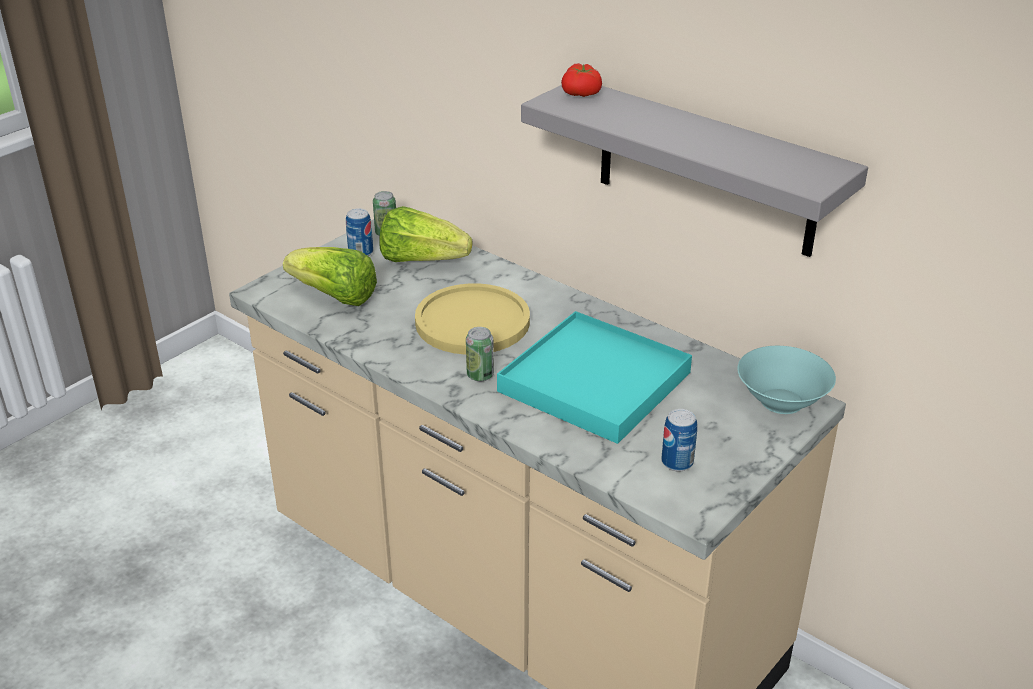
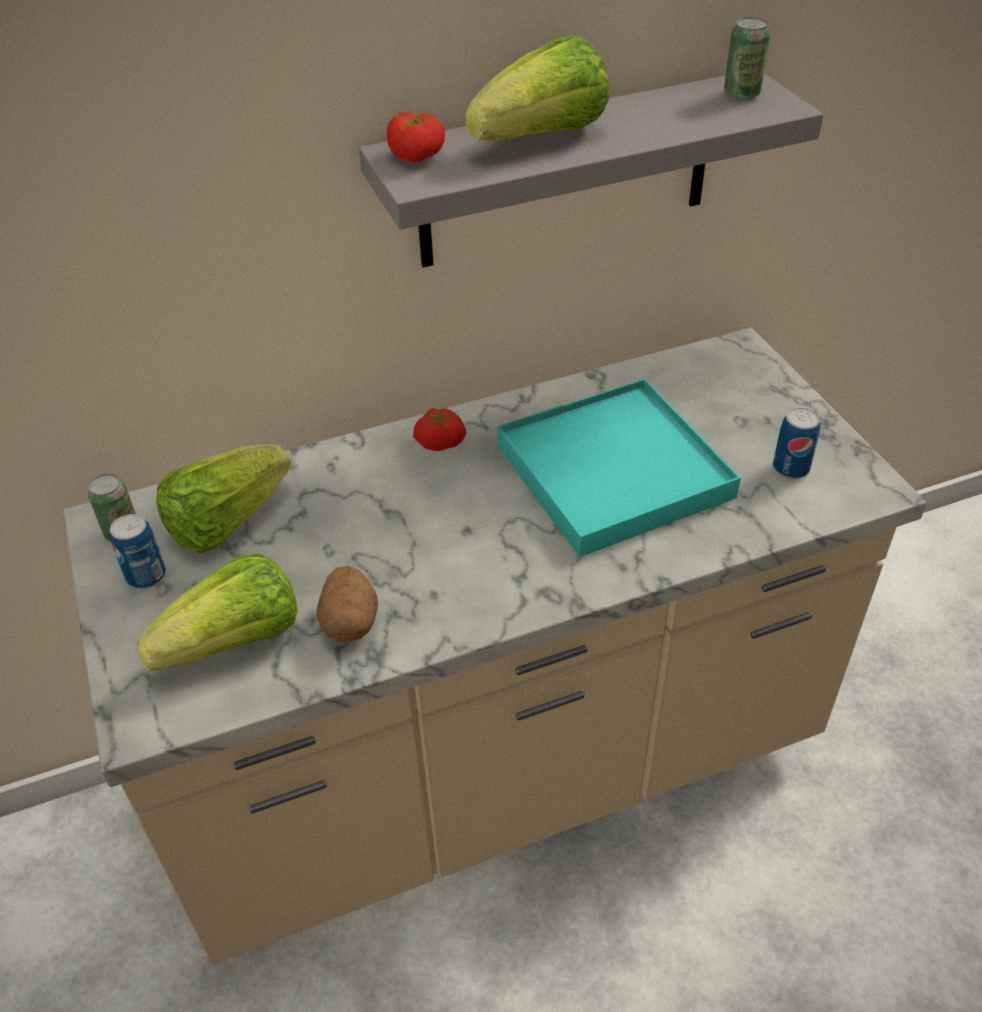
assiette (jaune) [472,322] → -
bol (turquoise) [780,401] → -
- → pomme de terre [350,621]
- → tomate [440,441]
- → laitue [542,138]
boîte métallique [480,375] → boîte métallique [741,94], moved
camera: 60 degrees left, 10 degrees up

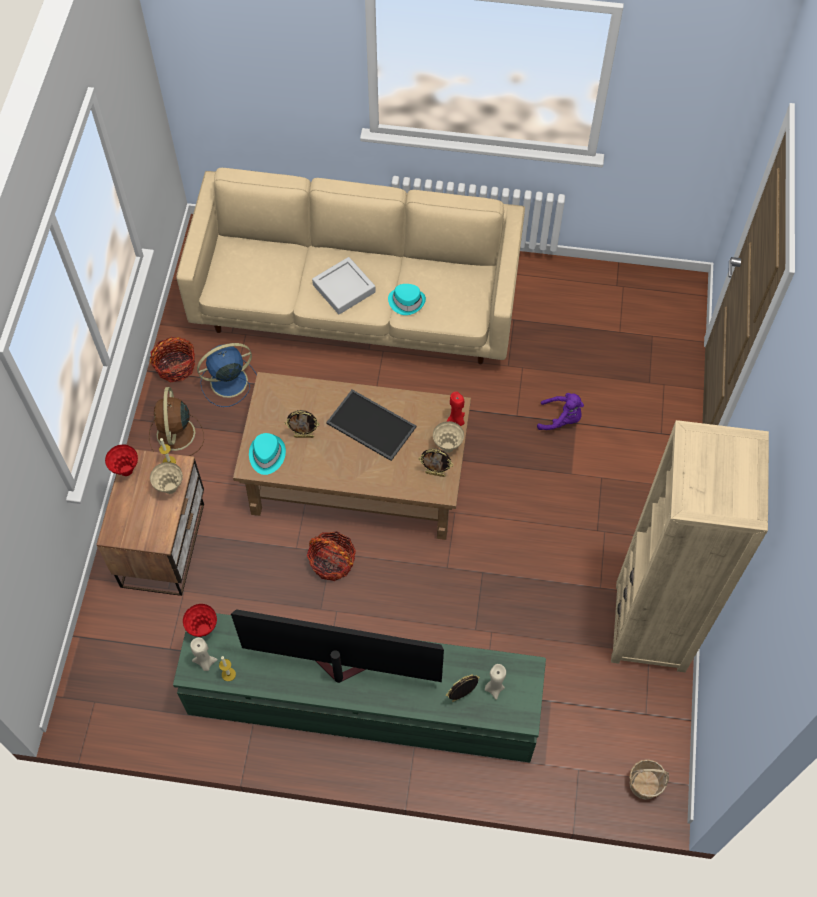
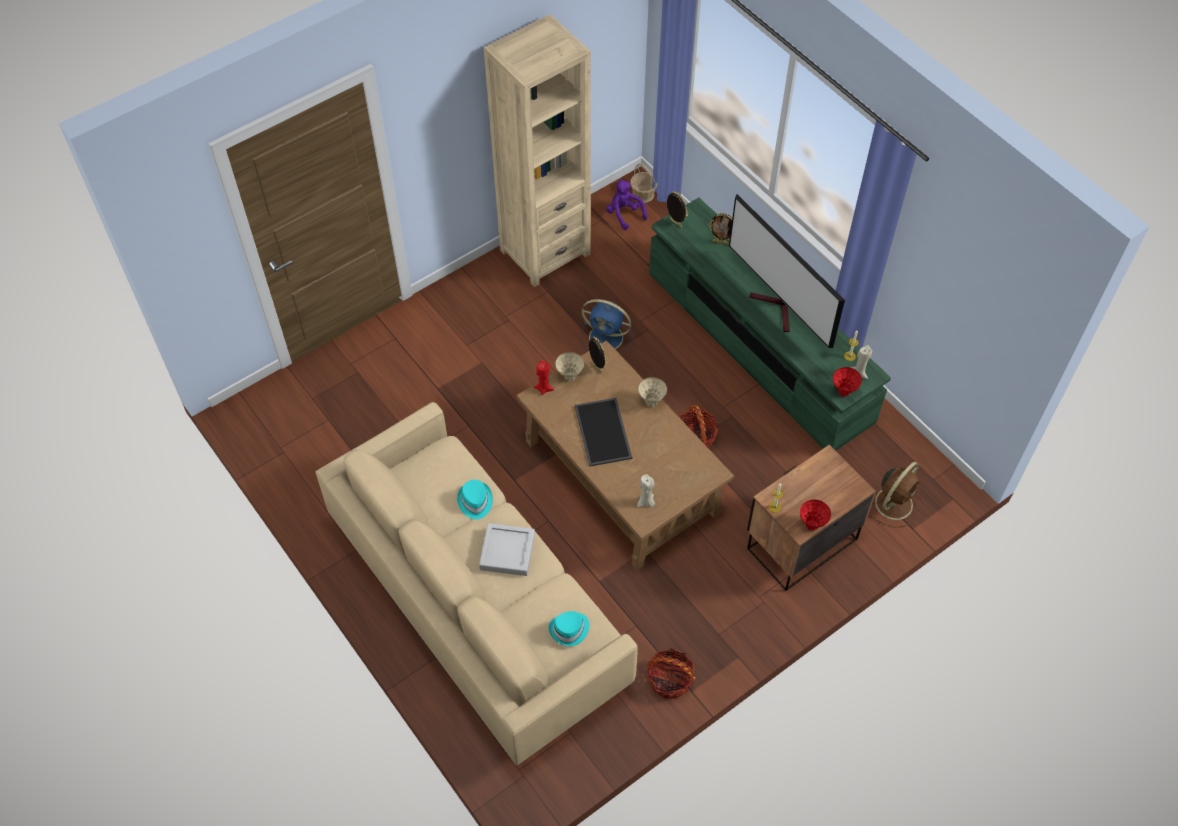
ventilateur (marron) [176,435] → ventilateur (marron) [894,502], moved
vase (beige) [170,488] → vase (beige) [651,402], moved
ventilateur (bleu) [227,382] → ventilateur (bleu) [607,338], moved
chapeau (turquoise) [266,455] → chapeau (turquoise) [569,629], moved
cadre photo [304,436] → cadre photo [675,223], moved
bougie (beige) [494,688] → bougie (beige) [646,502], moved
peluche (violet) [561,419] → peluche (violet) [624,214], moved
camera: 135 degrees left, 5 degrees down

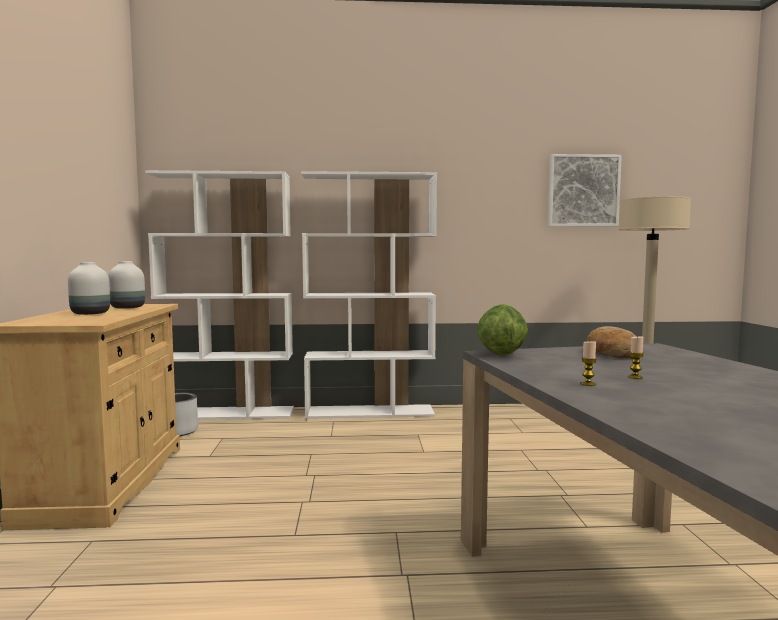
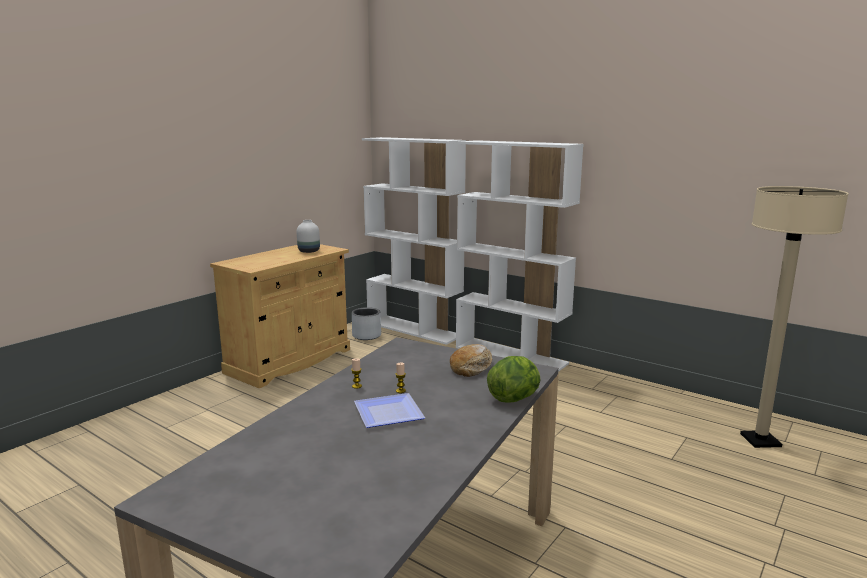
vase (blanc) [91,313] → -
tableau [583,191] → -
- → assiette [386,412]
laitue [501,354] → laitue [515,398], moved
camera: 40 degrees right, 10 degrees up

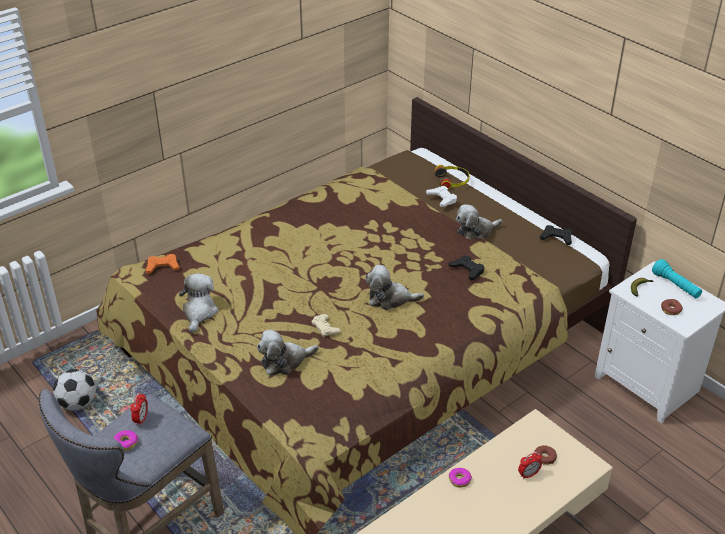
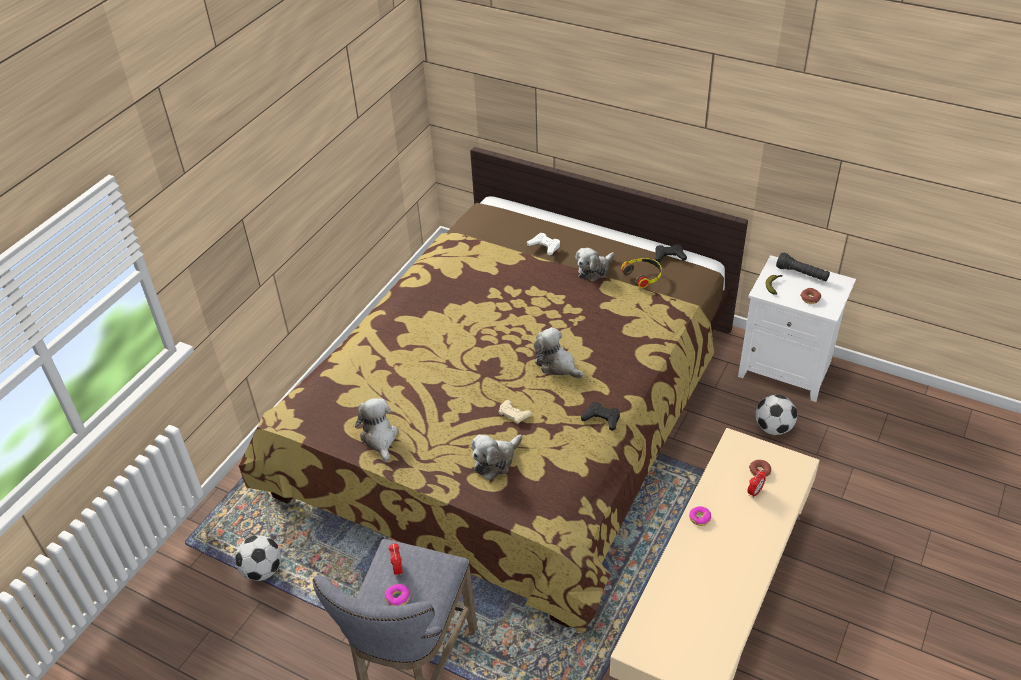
manette (orange) [162,267] → -
- → ballon de foot [773,428]
casque audio [452,181] → casque audio [643,275], moved
manette (noir) [467,270] → manette (noir) [601,418], moved
lampe de poche (turquoise) [676,286] → lampe de poche (noir) [802,274]
peluche [390,299] → peluche [557,365], 60 degrees clockwise
camera: 20 degrees left, 5 degrees up

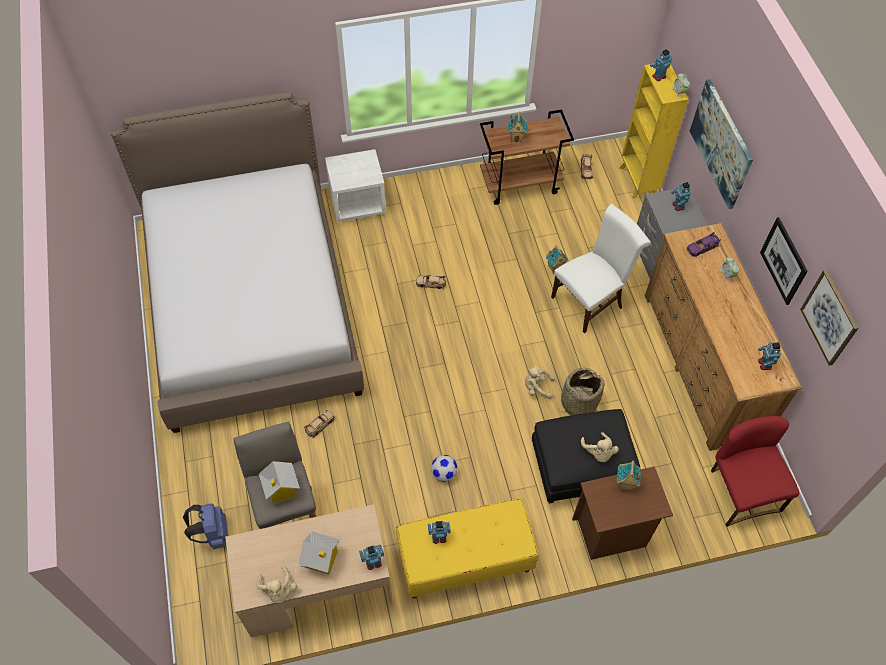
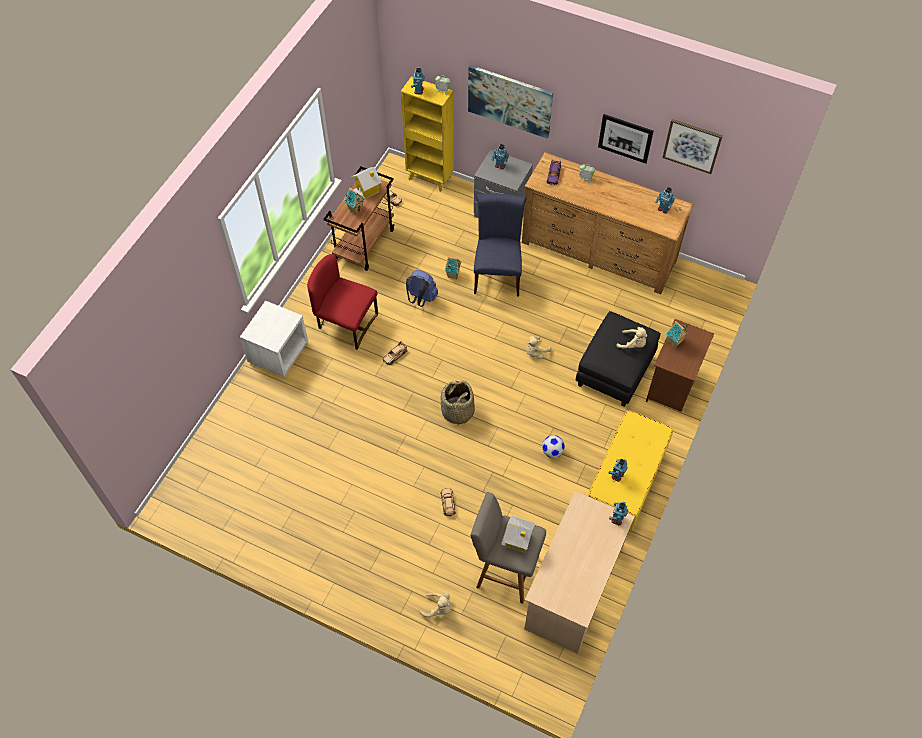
lit [251,304] → -
sac à dos (bleu) [213,534] → sac à dos (bleu) [421,299], moved
peluche (beige) [278,590] → peluche (beige) [438,608], moved
maison miniature [320,559] → maison miniature [367,191], moved
panier [578,402] → panier [457,411], moved
chaise (rouge) [741,491] → chaise (rouge) [346,323], moved
chaise (blanc) [590,300] → chaise (bleu) [497,274]
camera: 50 degrees left, 0 degrees up

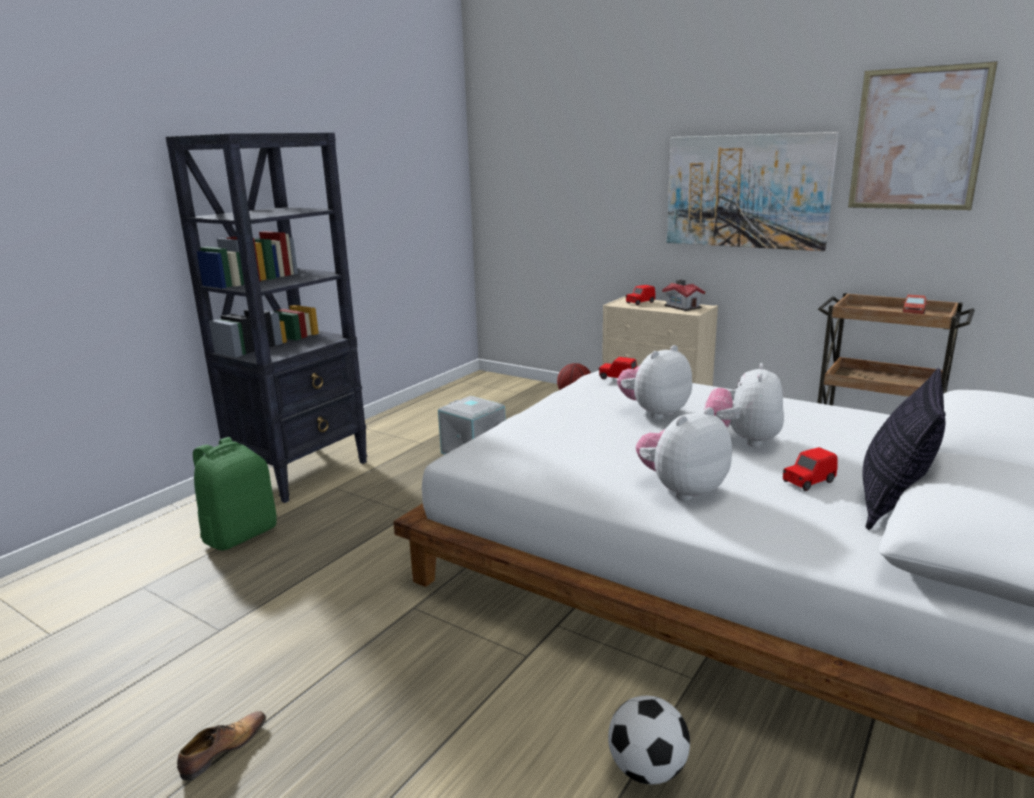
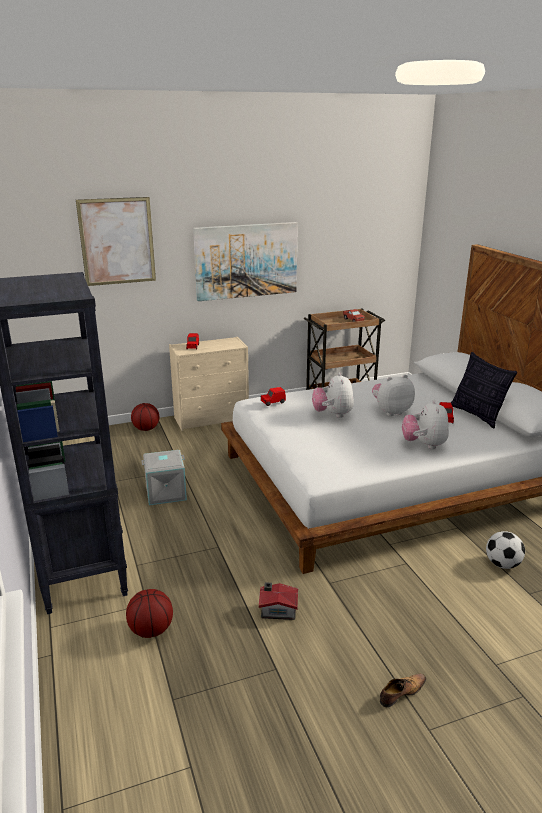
maison miniature [682,306] → maison miniature [277,610], moved
tableau [917,139] → tableau [117,241], moved
sac à dos (vert) [240,535] → ballon de basket [151,630]
chaussure [222,751] → chaussure [401,693], 75 degrees clockwise
peluche [743,440] → peluche [391,412], 105 degrees clockwise
camera: 55 degrees left, 5 degrees up

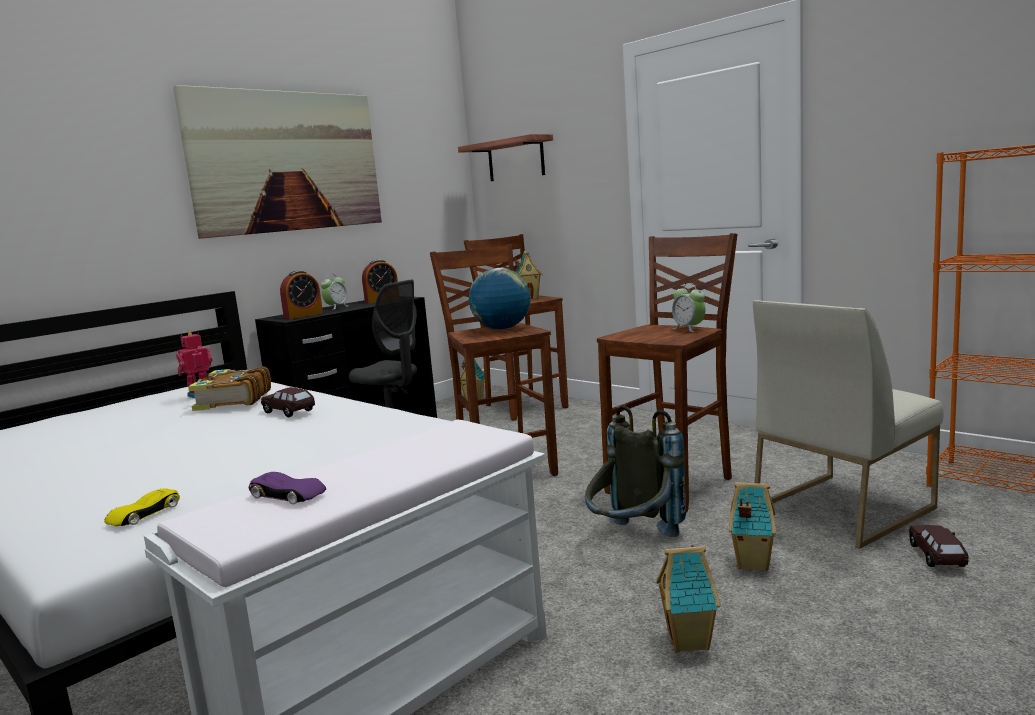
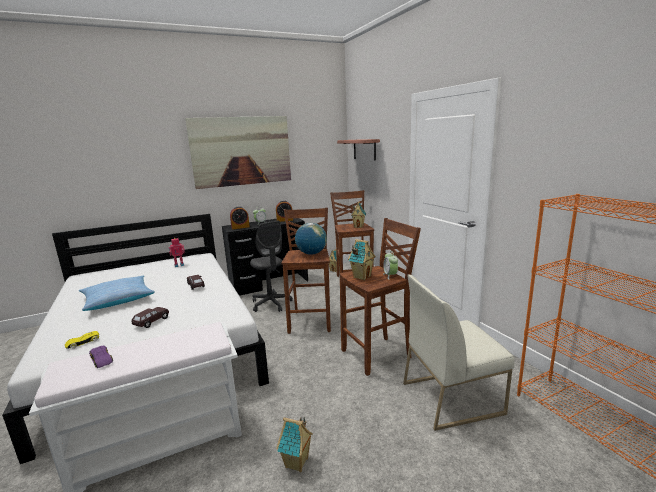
livre [232,400] → -
sac à dos (gris) [633,540] → -
- → coussin [118,299]
maison miniature [751,563] → maison miniature [361,276], moved
petite voiture (marron) [937,556] → petite voiture (marron) [151,322], moved
camera: 20 degrees right, 5 degrees up

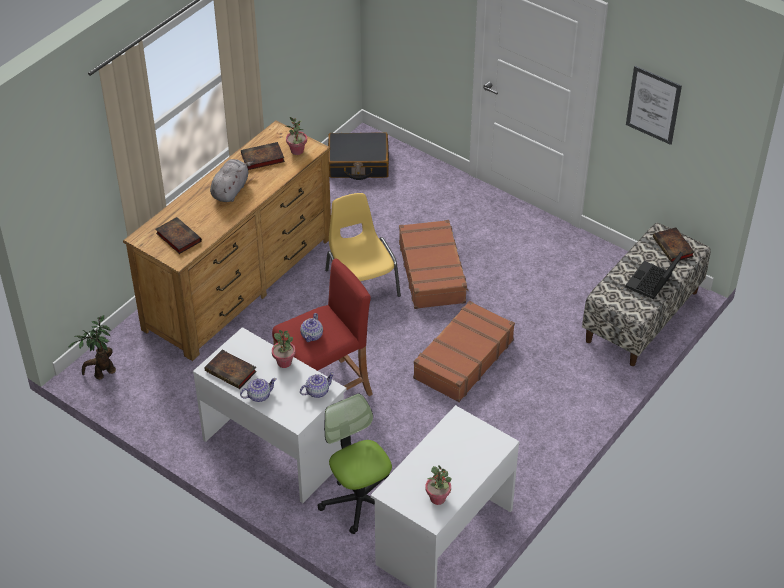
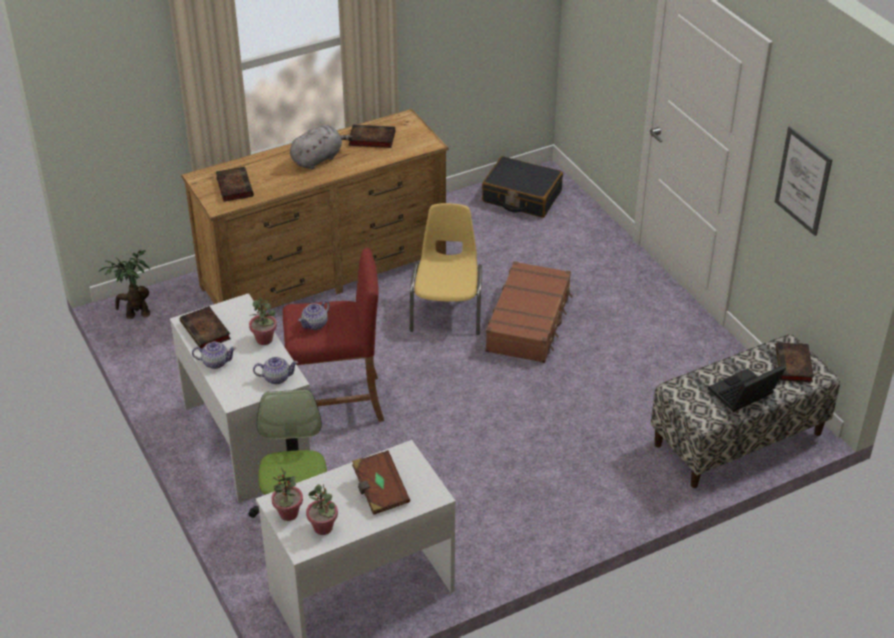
valise (marron) [462,359] → -
- → livre (marron) [379,491]
plante en pot [297,151] → plante en pot [288,514], moved
camera: 25 degrees right, 5 degrees down

